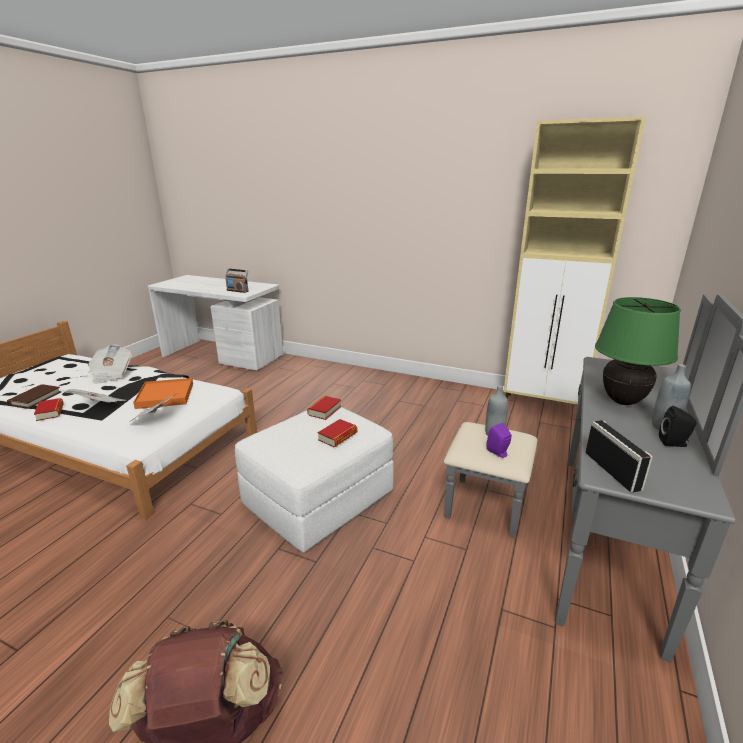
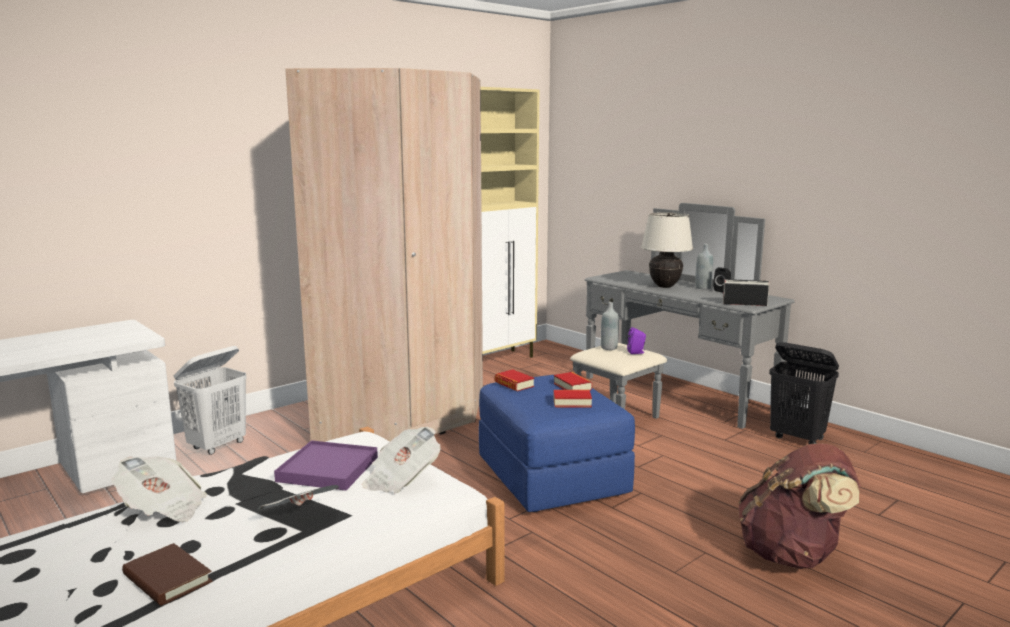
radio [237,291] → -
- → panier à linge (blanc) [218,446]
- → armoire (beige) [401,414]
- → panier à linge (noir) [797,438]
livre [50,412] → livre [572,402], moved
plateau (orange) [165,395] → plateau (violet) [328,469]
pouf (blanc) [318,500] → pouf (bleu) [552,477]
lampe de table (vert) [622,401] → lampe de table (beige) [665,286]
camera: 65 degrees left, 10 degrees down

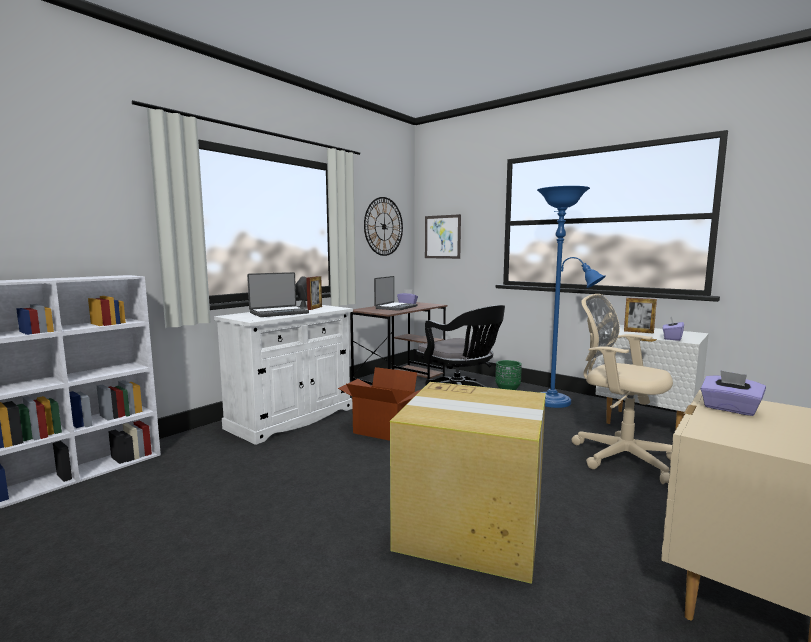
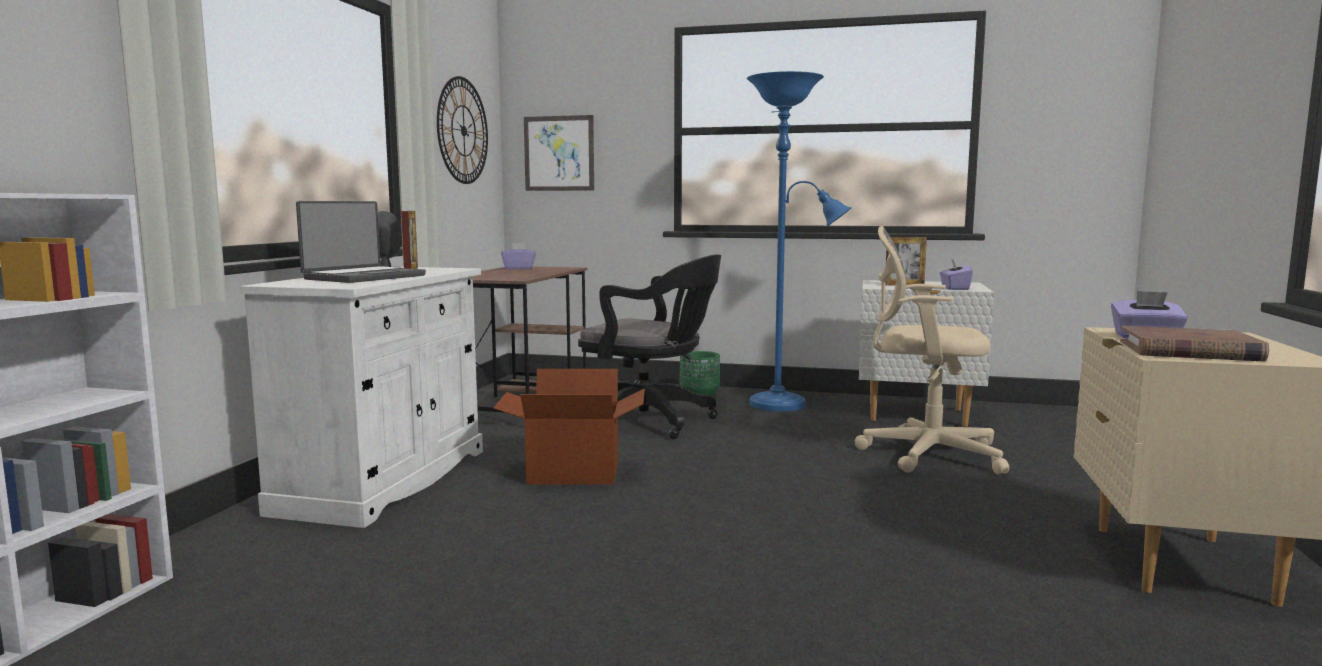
ordinateur portable [395,307] → -
carton [473,526] → -
- → livre (marron) [1189,351]
camera: 25 degrees left, 0 degrees up

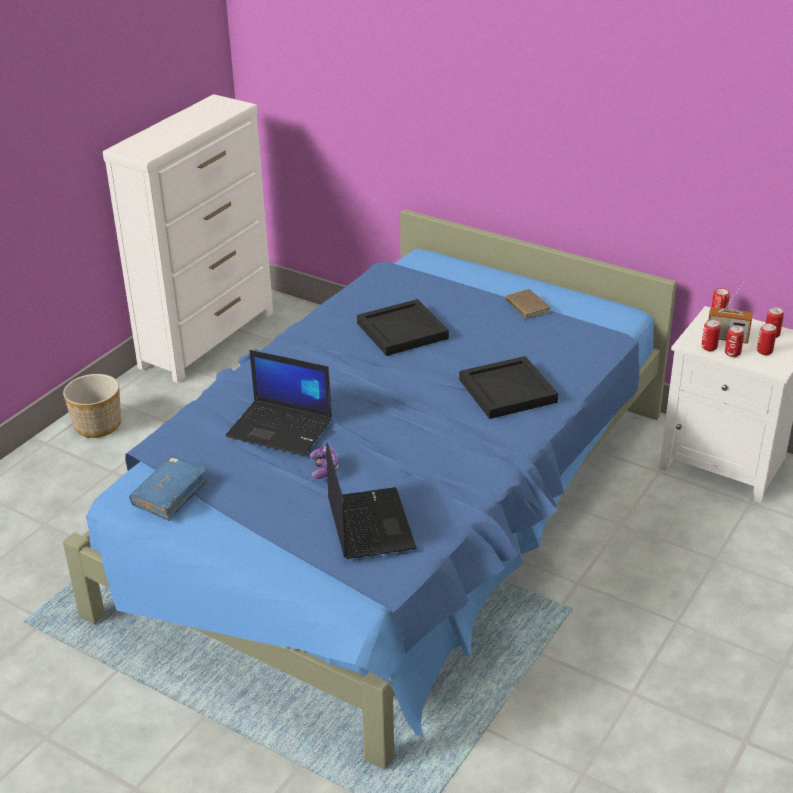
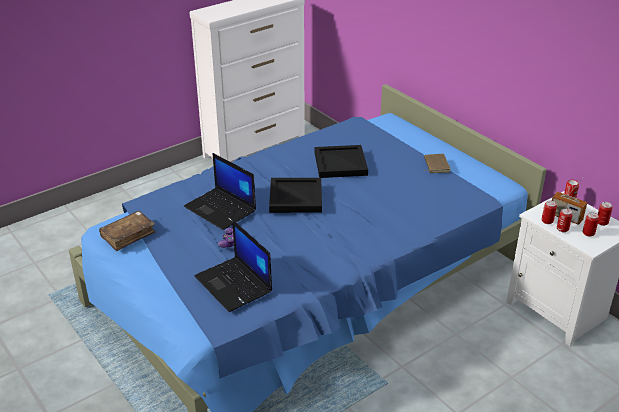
cache-pot [98,425] → -
plateau (noir) [506,390] → plateau (noir) [295,197], moved
livre (bleu) [170,495] → livre (marron) [128,235]
ordinateur portable [369,523] → ordinateur portable [234,284], 135 degrees clockwise
camera: 20 degrees right, 0 degrees up

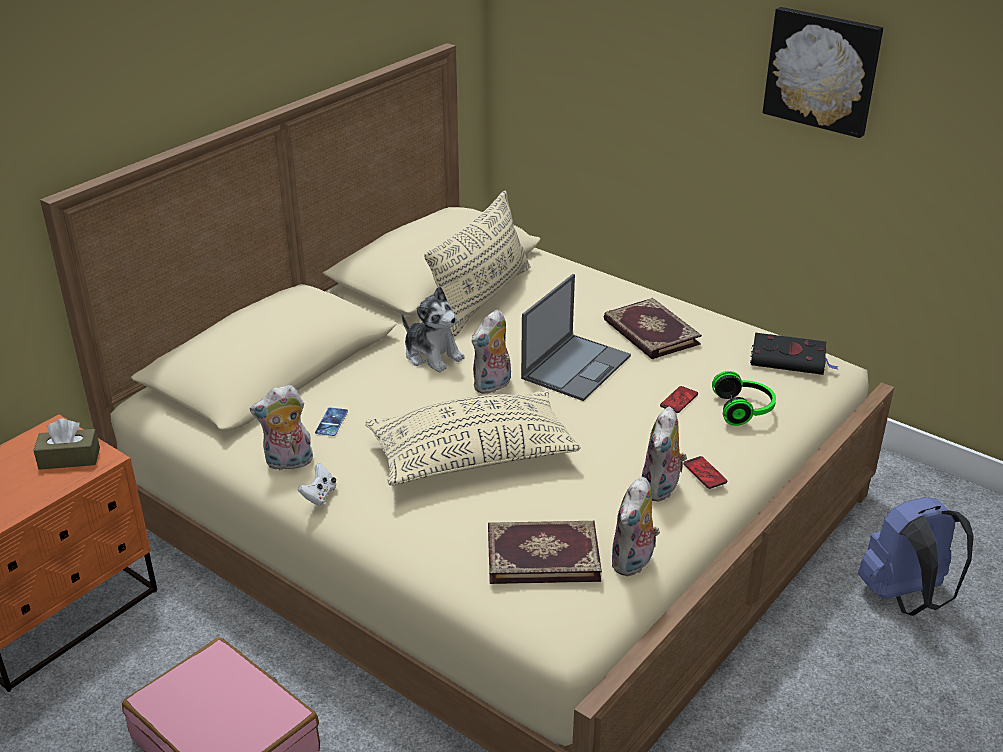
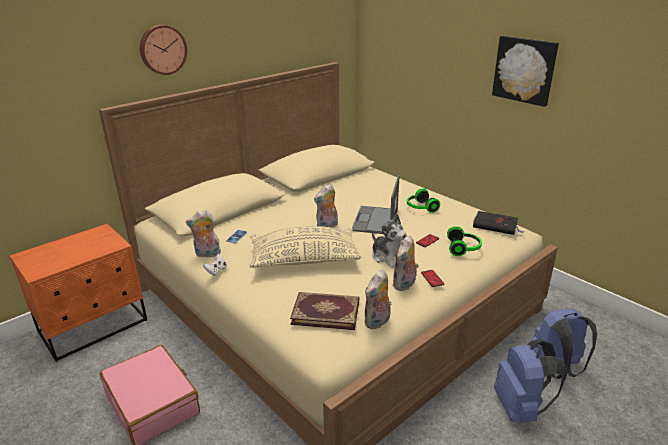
boîte à mouchoirs (marron) [69,458] → -
coussin (beige) [482,298] → -
- → horloge murale [162,49]
- → sac à dos (bleu) [521,408]
peluche [432,355] → peluche [388,257], moved
livre [650,333] → casque audio [420,208]
ordinateur portable [576,366] → ordinateur portable [375,221], 150 degrees clockwise
camera: 10 degrees right, 5 degrees down

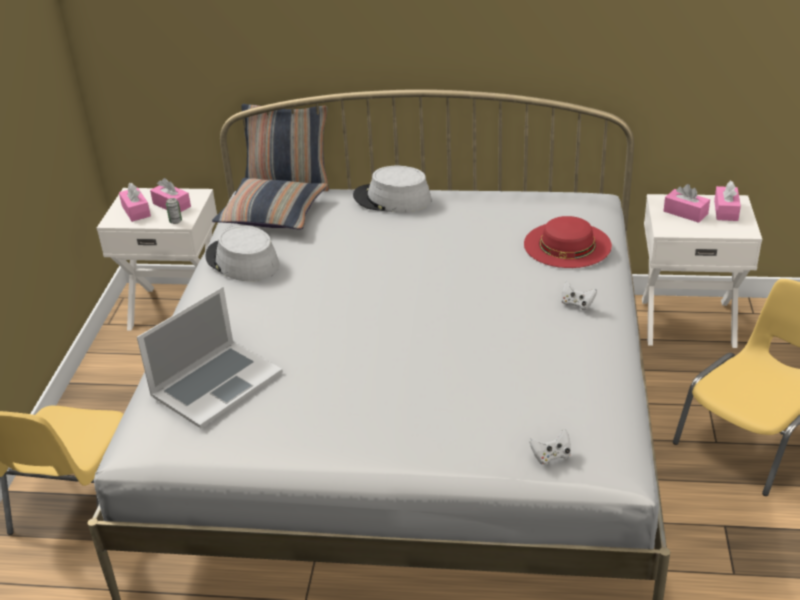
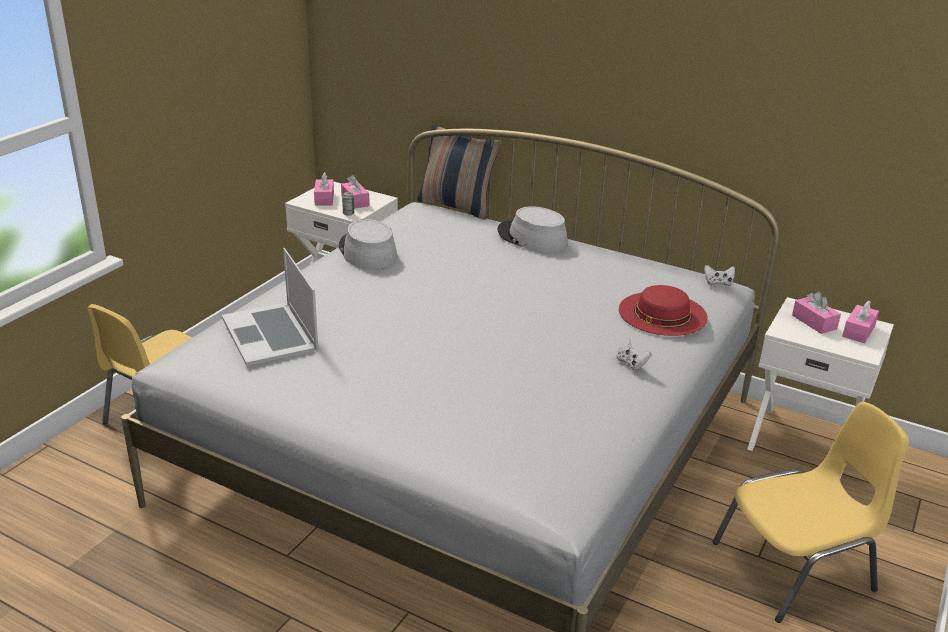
coussin [273,215] → -
manette (blanc) [551,456] → manette (blanc) [718,283], moved
ordinateur portable [216,383] → ordinateur portable [270,334], 90 degrees clockwise
camera: 20 degrees right, 5 degrees down

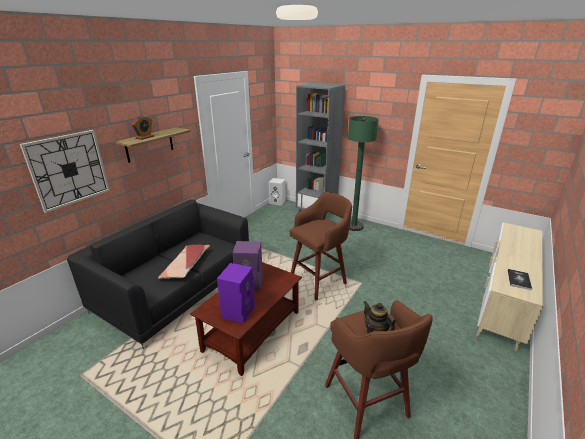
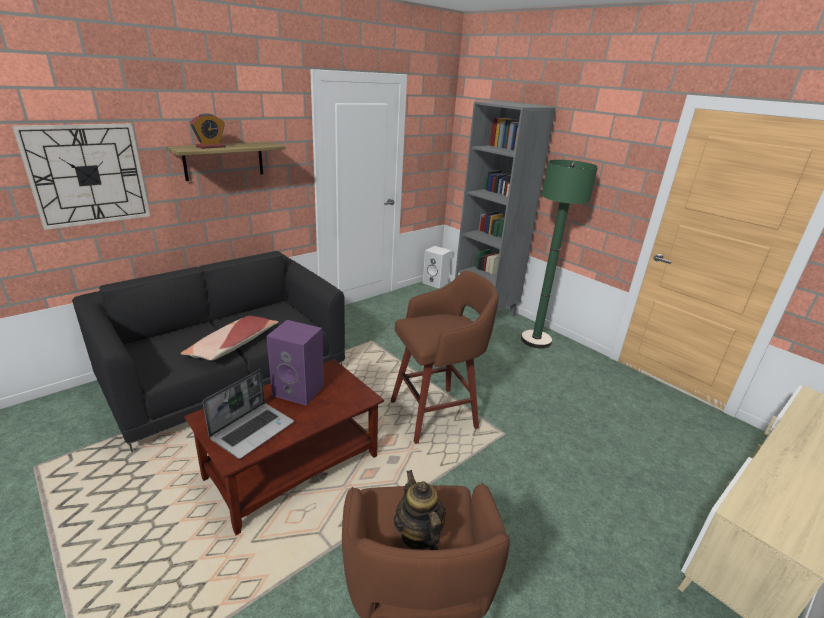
livre [519,280] → -
enceinte (violet) [238,311] → ordinateur portable [253,430]
camera: 15 degrees right, 0 degrees up

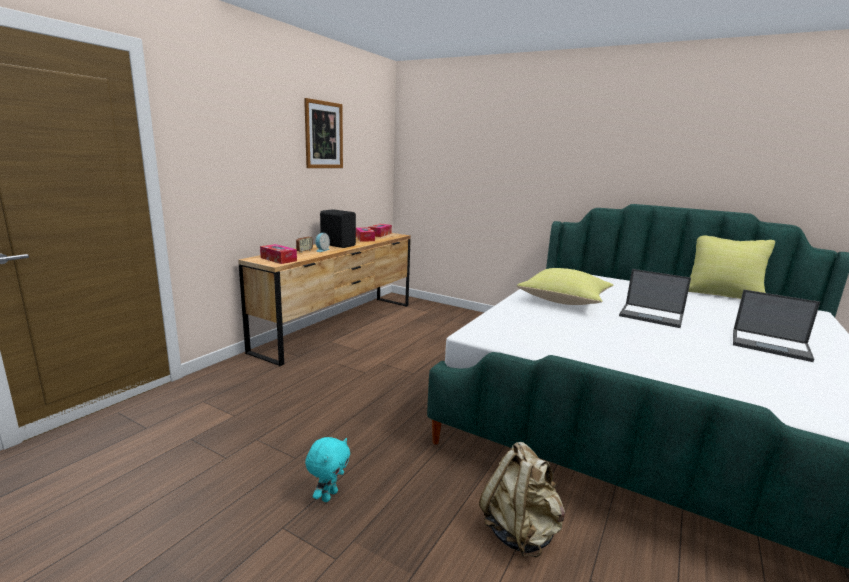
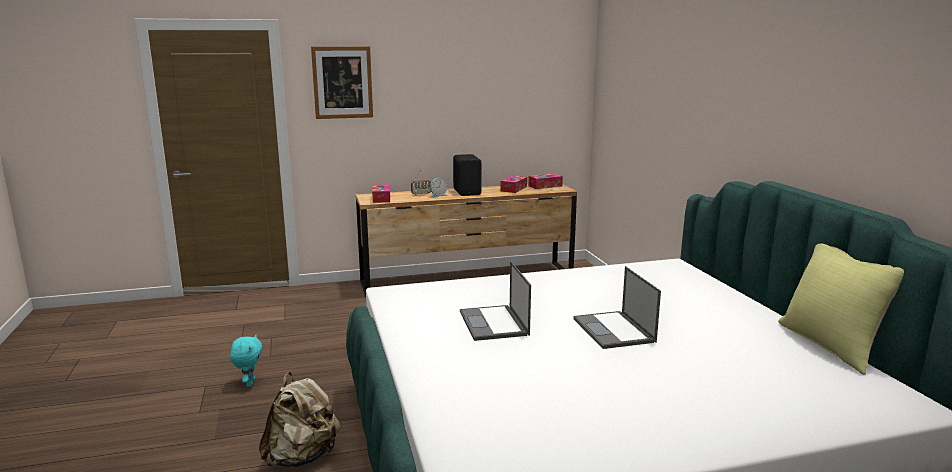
coussin (jaune) [565,301] → -
tableau [323,135] → tableau [342,82], moved
ordinateur portable [771,345] → ordinateur portable [494,324], moved
peluche (turquoise) [329,495] → peluche (turquoise) [249,383], 75 degrees counterclockwise
camera: 45 degrees right, 0 degrees up

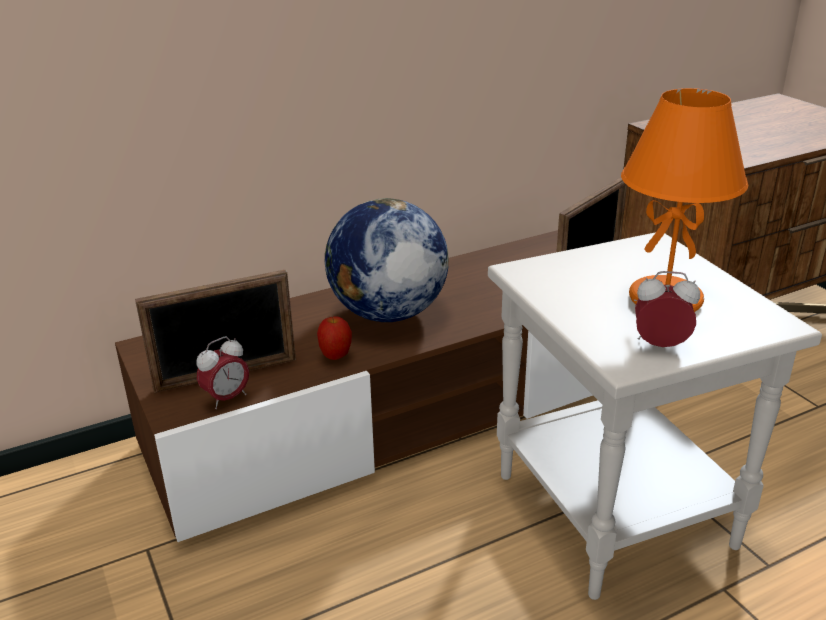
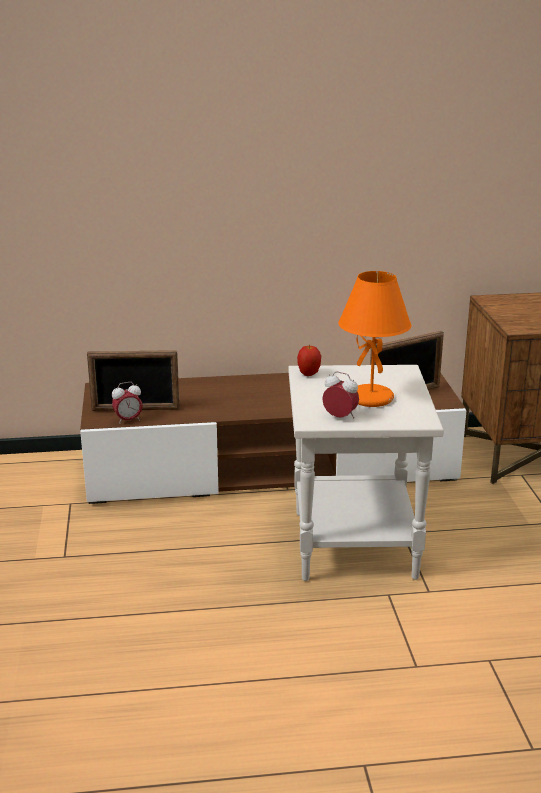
globe [387,314] → -
pomme [335,356] → pomme [308,374], moved
camera: 20 degrees right, 5 degrees down

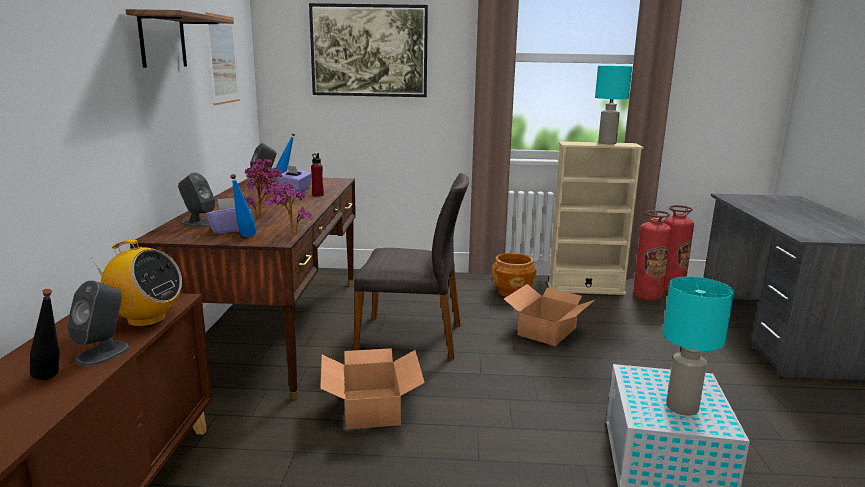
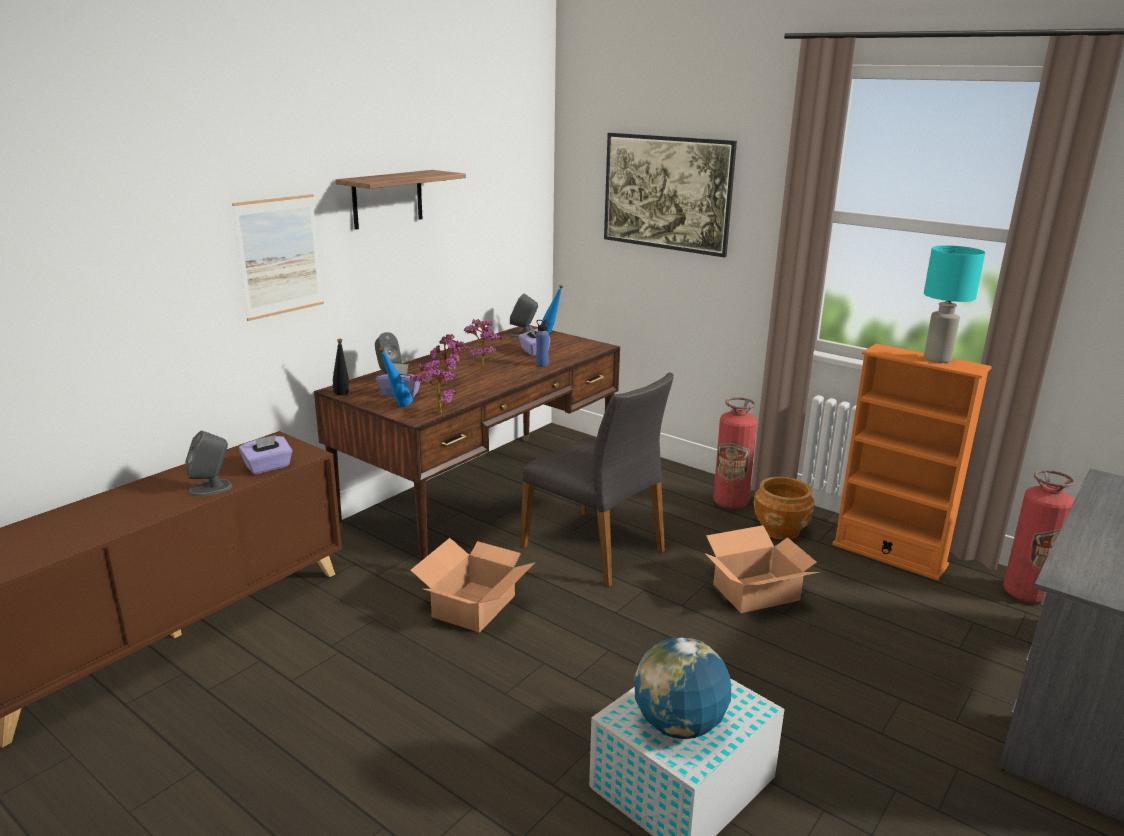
bouteille (noir) [52,379] → bouteille (noir) [342,396], moved
tableau [223,59] → tableau [280,256], moved
extincteur [647,297] → extincteur [730,502], moved
radio [146,320] → boîte à mouchoirs (violet) [268,467]
lampe de table (turquoise) [681,407] → globe [679,725]
bouteille (rouge) [317,195] → bouteille (bleu) [542,365]
bibliothèque (beige) [585,289] → bibliothèque (orange) [889,554]
camera: 35 degrees right, 5 degrees up

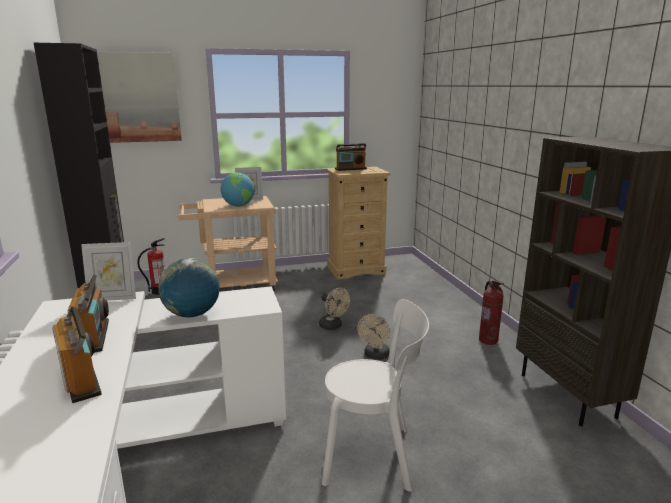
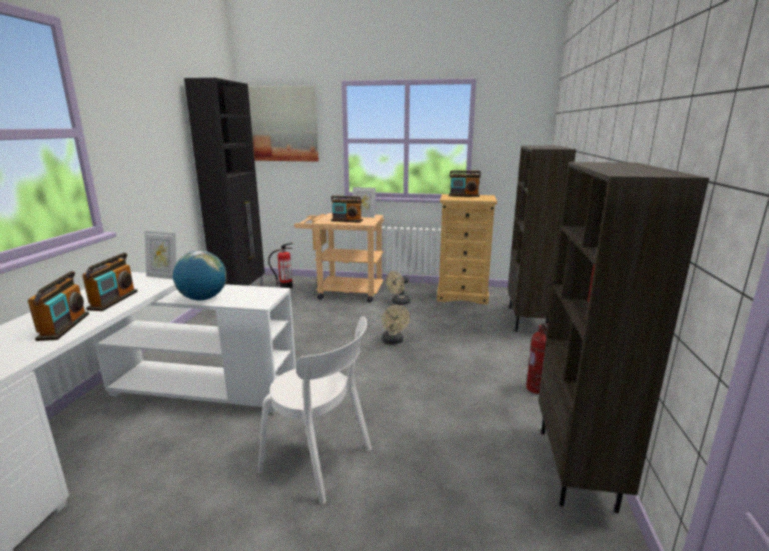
- → bibliothèque (marron) [527,320]
ventilateur (beige) [375,356] → ventilateur (beige) [398,303], moved
globe [238,206] → radio [347,221]
camera: 25 degrees right, 0 degrees up

